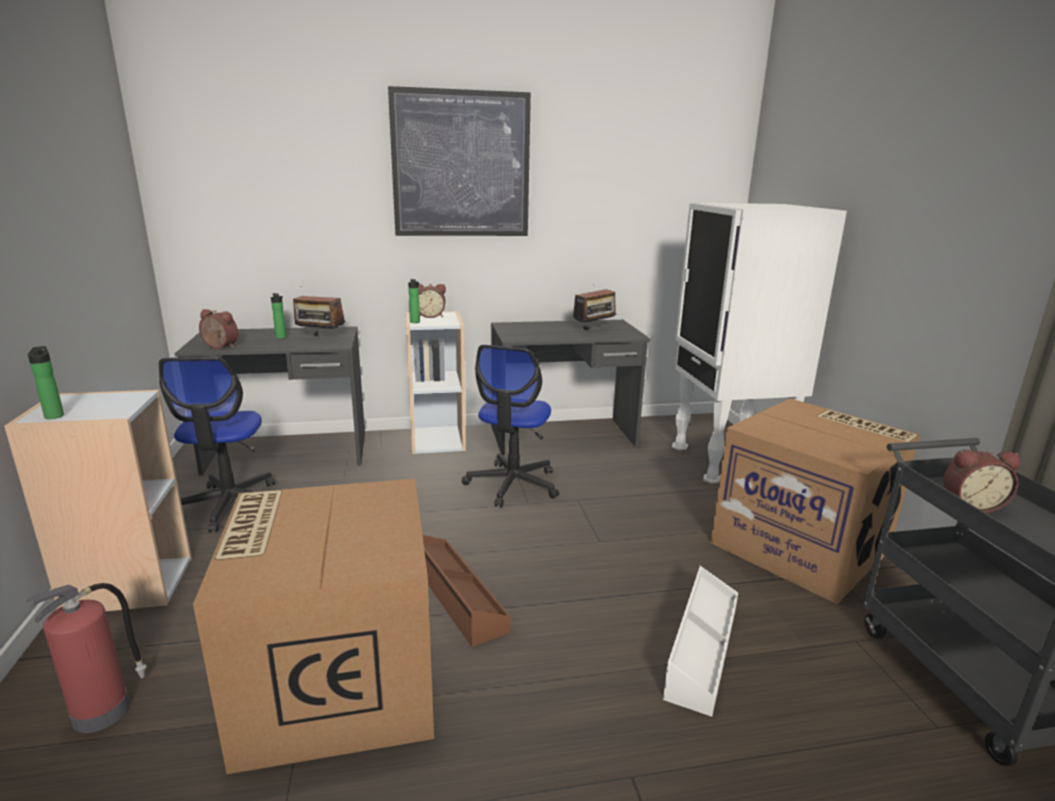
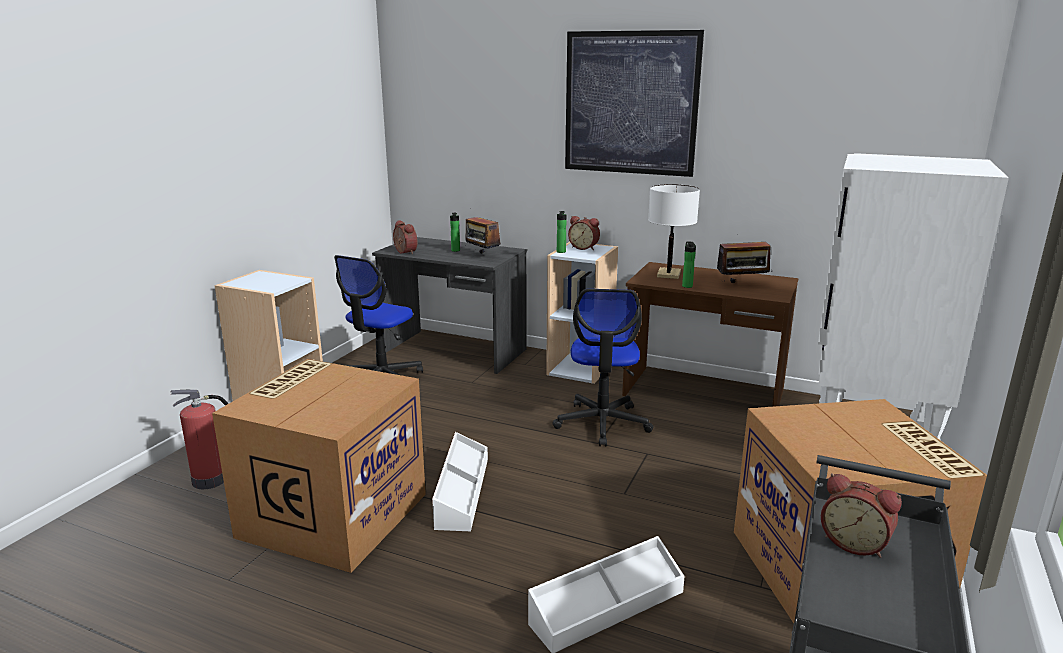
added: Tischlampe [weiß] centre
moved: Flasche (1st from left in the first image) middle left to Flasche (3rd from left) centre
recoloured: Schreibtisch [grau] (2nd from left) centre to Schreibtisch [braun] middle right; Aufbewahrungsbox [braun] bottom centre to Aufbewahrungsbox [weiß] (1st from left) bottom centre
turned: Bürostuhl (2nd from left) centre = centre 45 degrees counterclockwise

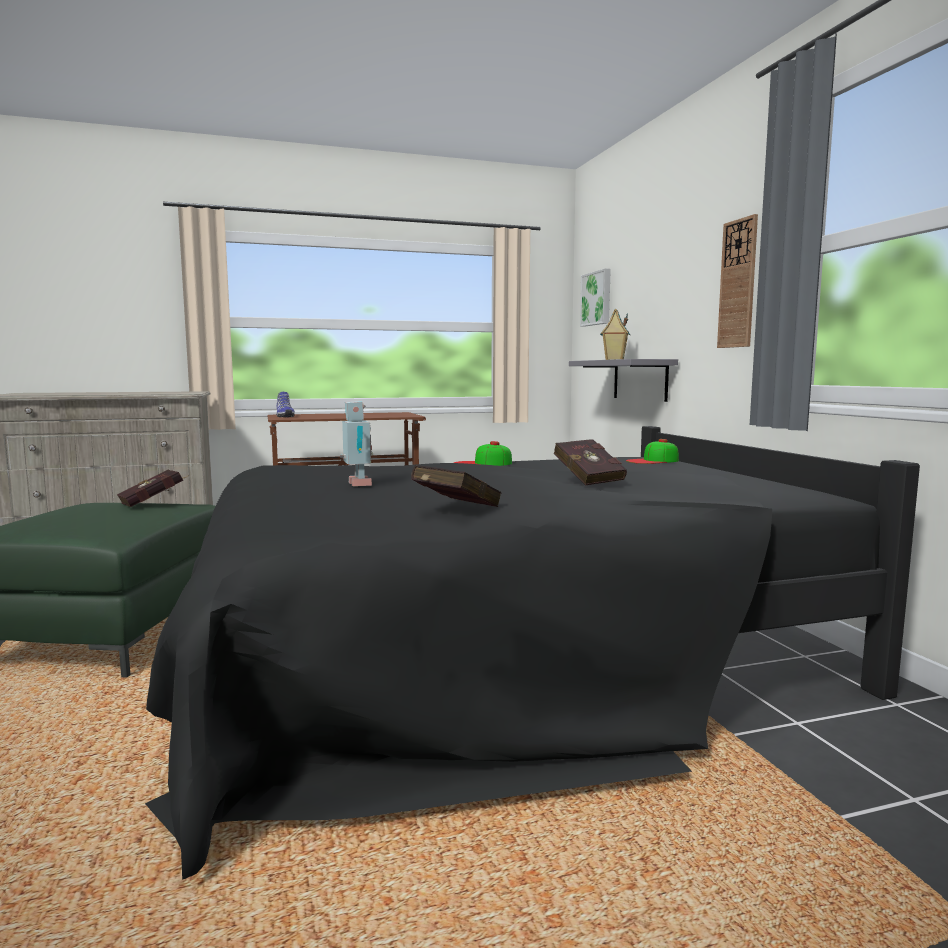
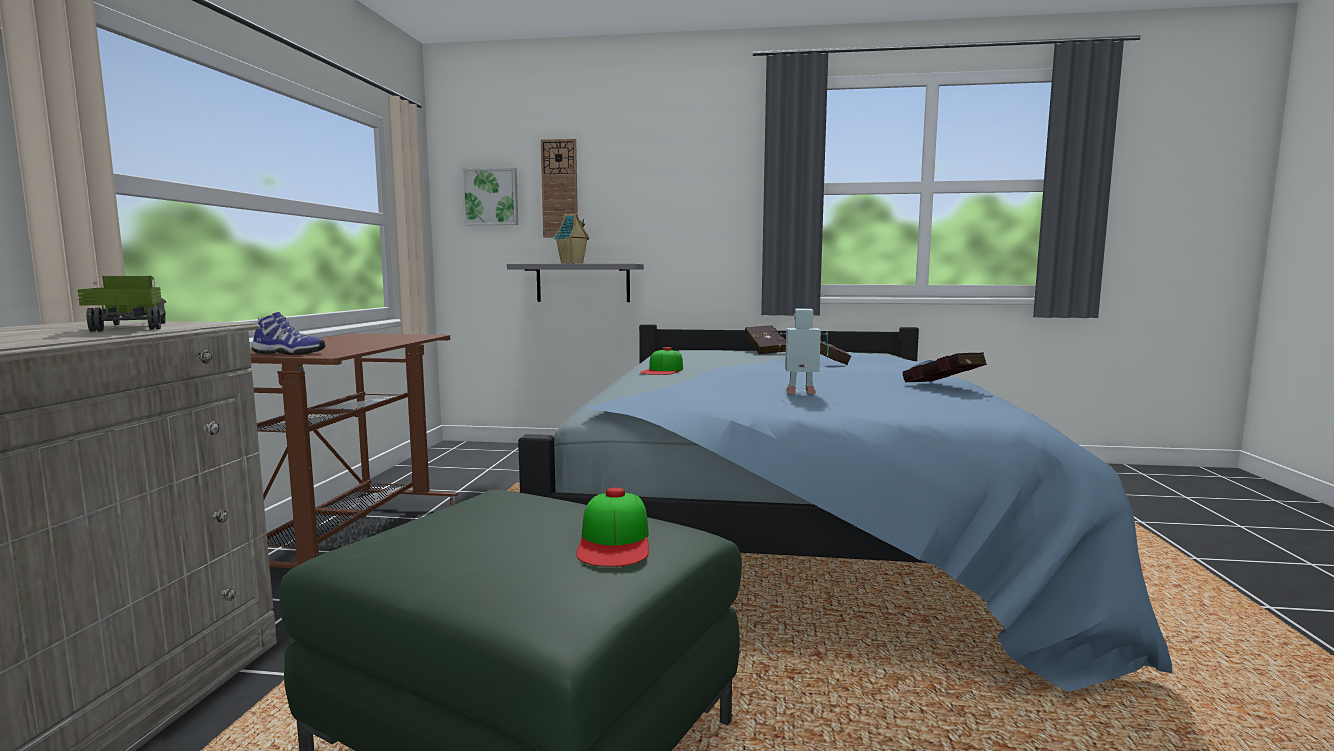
added: Spielzeuglaster middle left
moved: Wanduhr top right to top centre; Kappe (2nd from left in the first image) middle right to Kappe (1st from left) bottom centre; Buch [rot] (1st from left) middle left to centre
recoloured: Bett [schwarz] bottom centre to Bett [blau] bottom centre

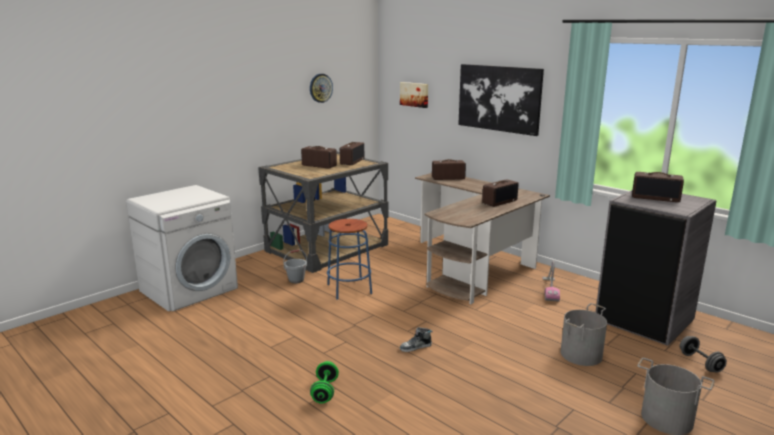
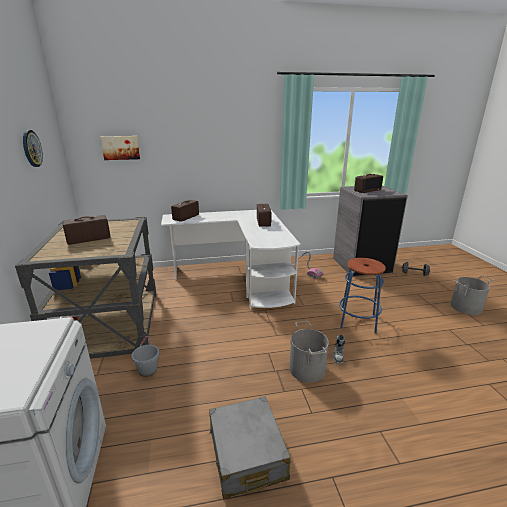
removed: Bild (2nd from left) top centre; Radio (2nd from left) centre; Hantel [grün] bottom centre
added: Koffer [grau] bottom centre
moved: Hocker [blau] centre to middle right; Eimer [grau] (2nd from left) bottom right to bottom centre
recoloured: Schreibtisch [braun] centre to Schreibtisch [weiß] centre

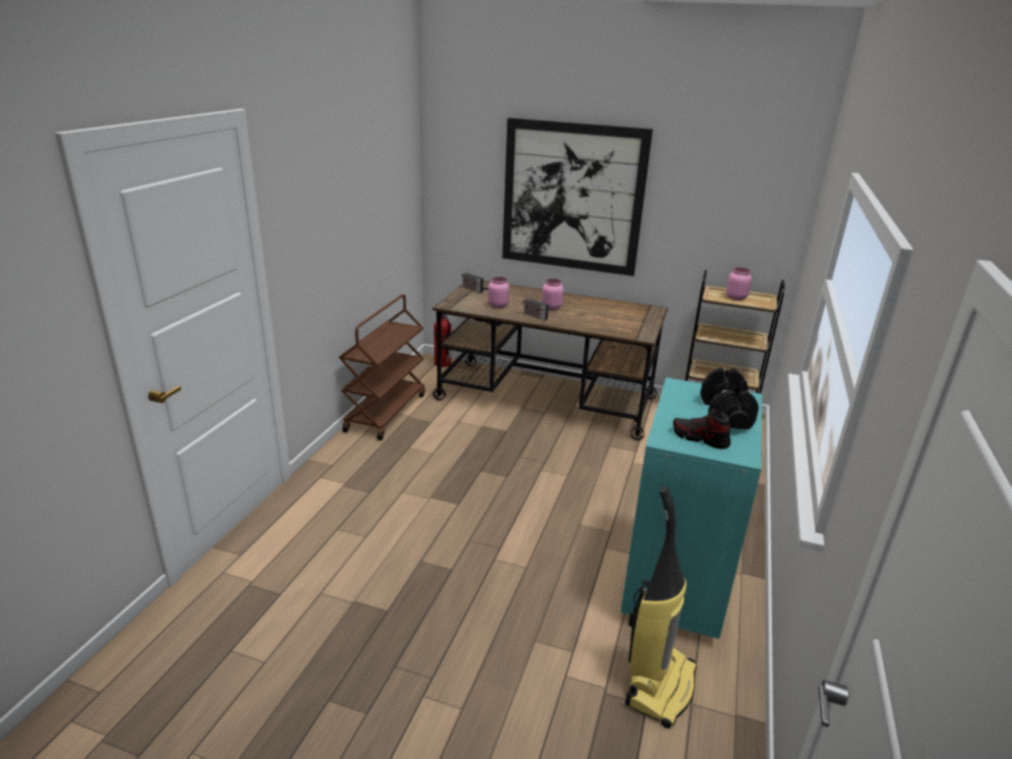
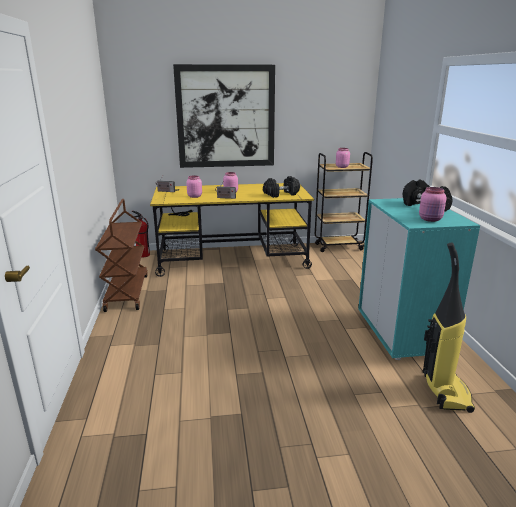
added: Hantel [schwarz] (1st from left) centre
replaced: Schuh middle right to Vorratsglas [rosa] (4th from left) middle right
recoloured: Schreibtisch [braun] centre to Schreibtisch [gelb] centre

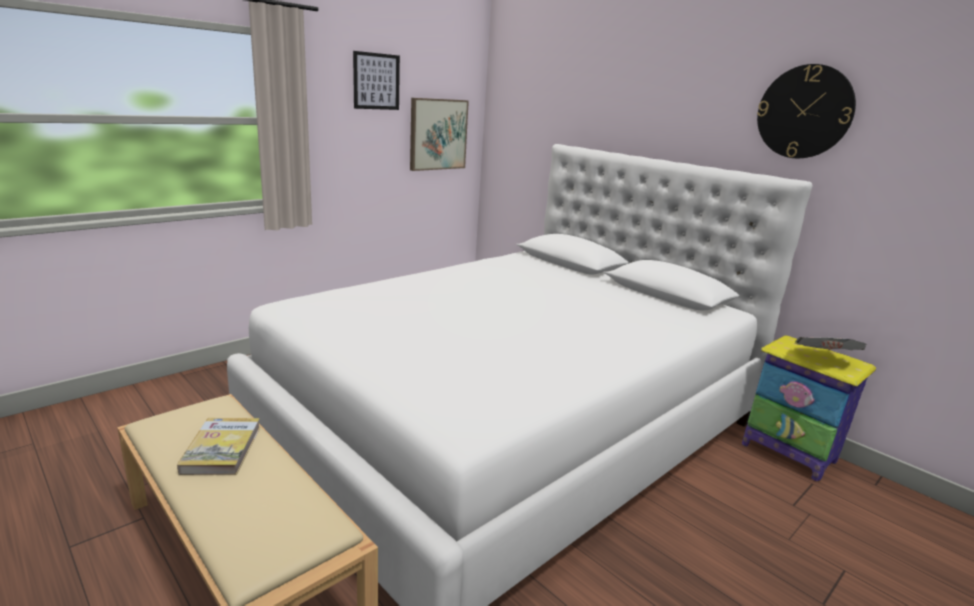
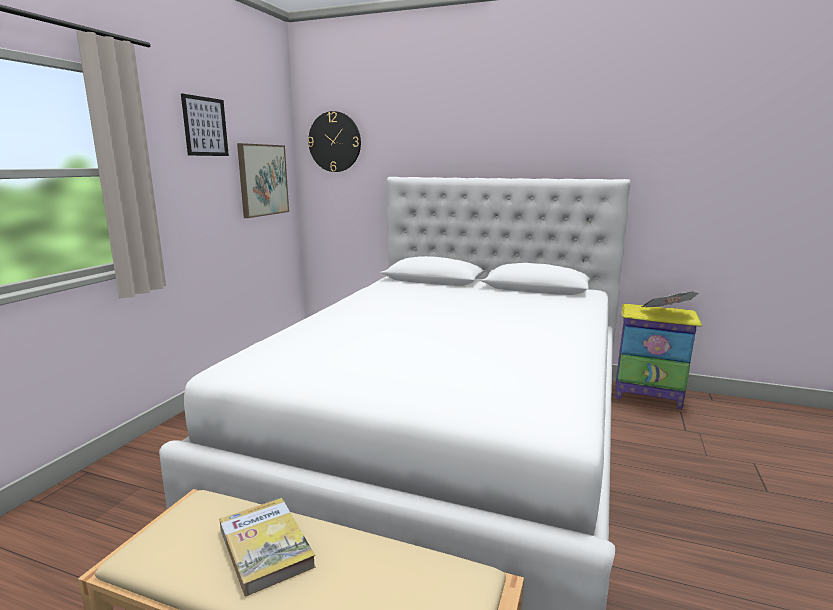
moved: Wanduhr top right to top centre

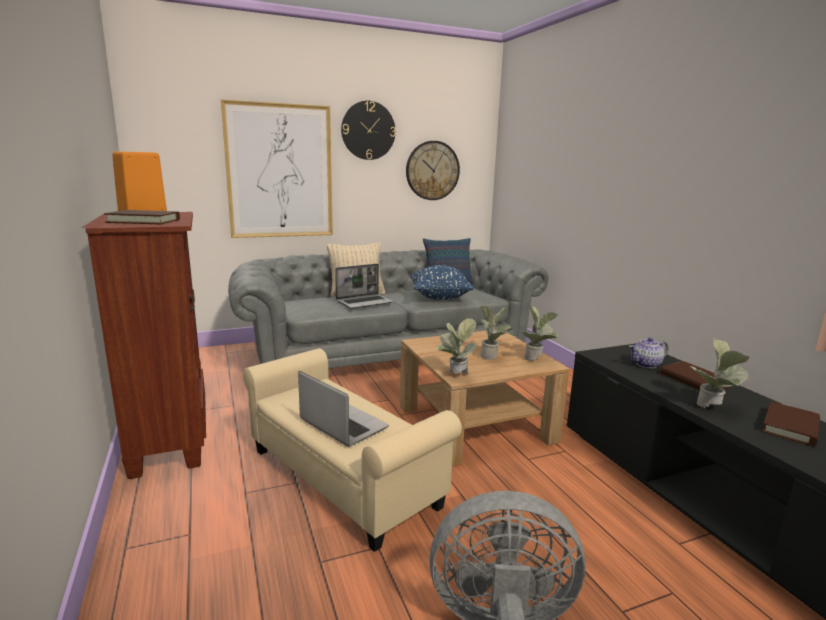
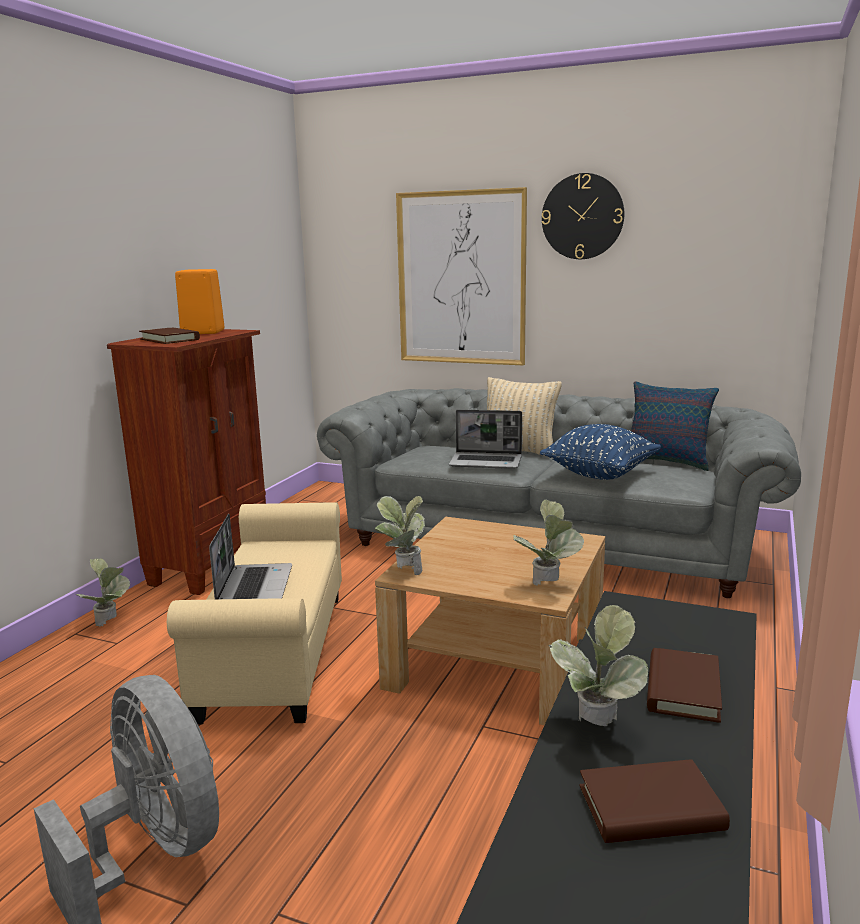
removed: Wanduhr (2nd from left) top centre; Teekanne middle right
moved: Topfpflanze (2nd from left in the first image) centre to Topfpflanze (1st from left) middle left

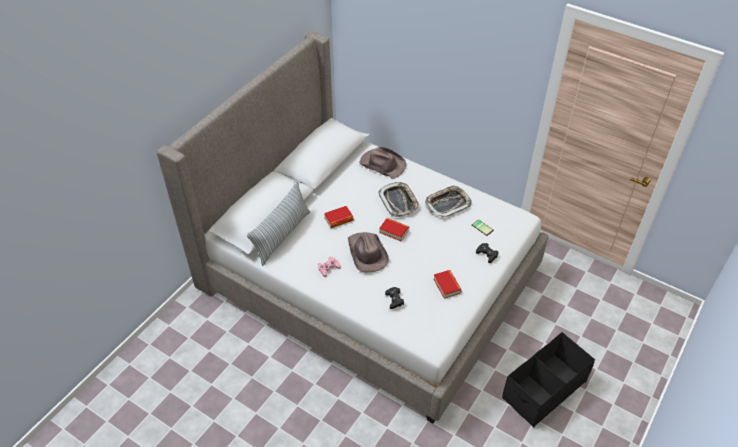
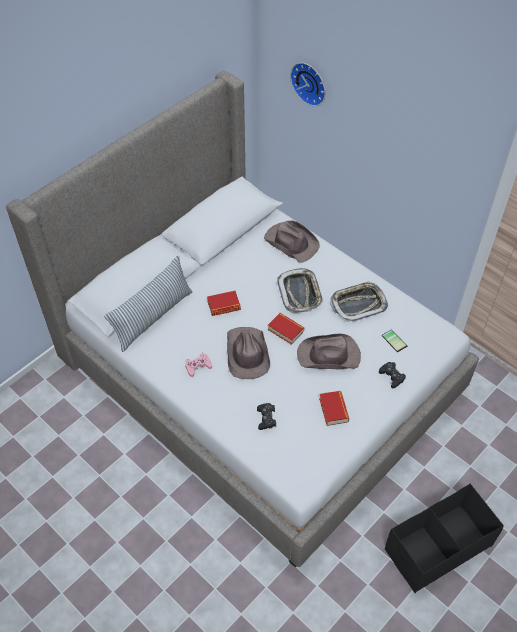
added: Wanduhr top centre; Hut [braun] (3rd from left) centre

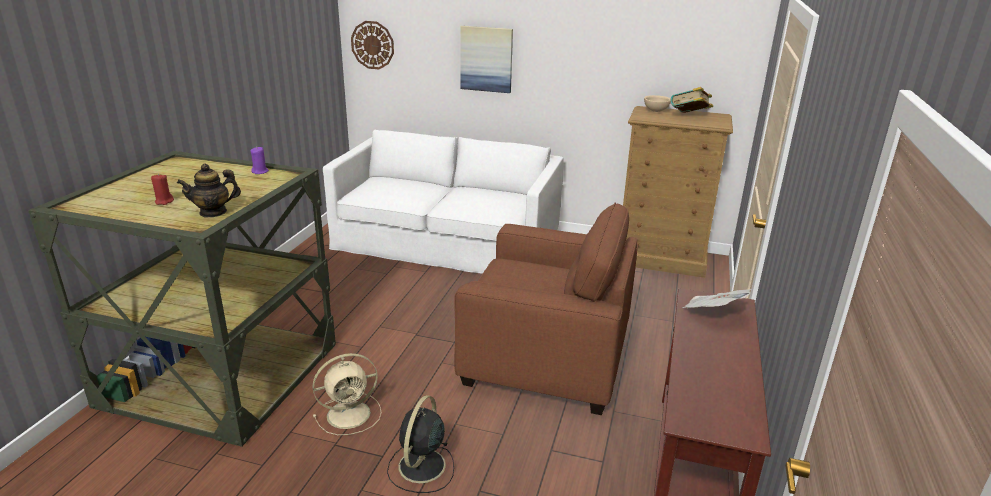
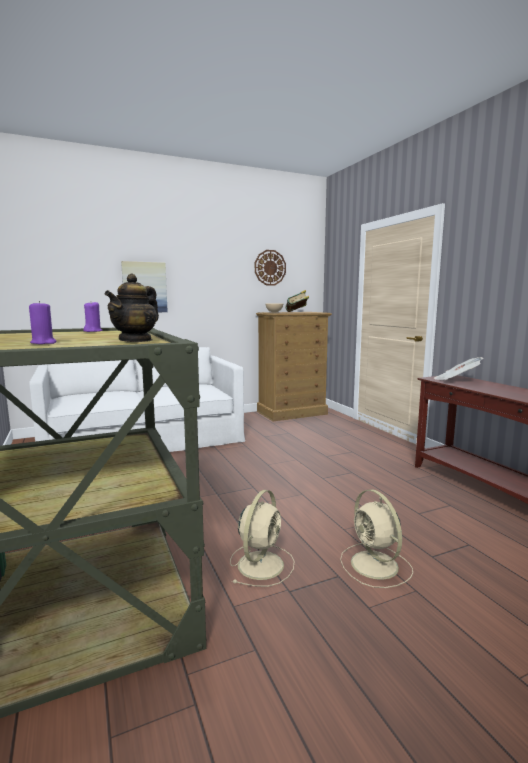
removed: Sessel [braun] centre
moved: Wanduhr top centre to centre
recoloured: Kerze [rot] middle left to Kerze [lila] (1st from left) middle left; Ventilator [schwarz] bottom centre to Ventilator [beige] (2nd from left) bottom right

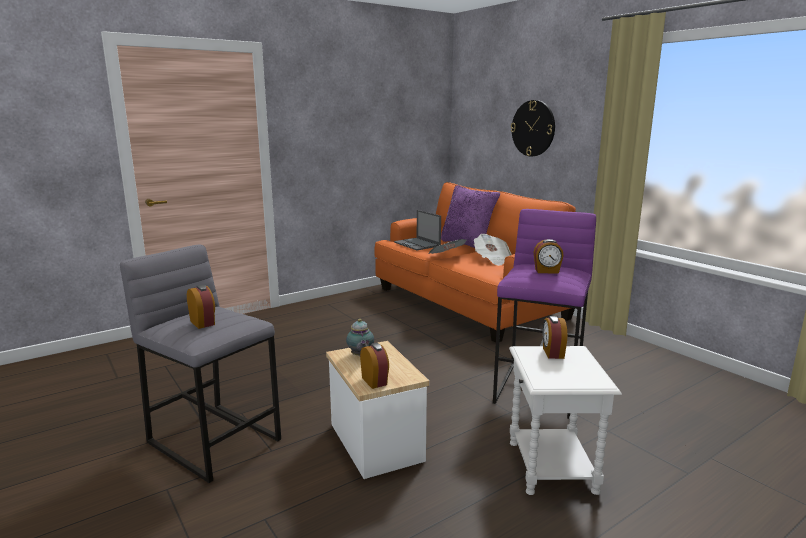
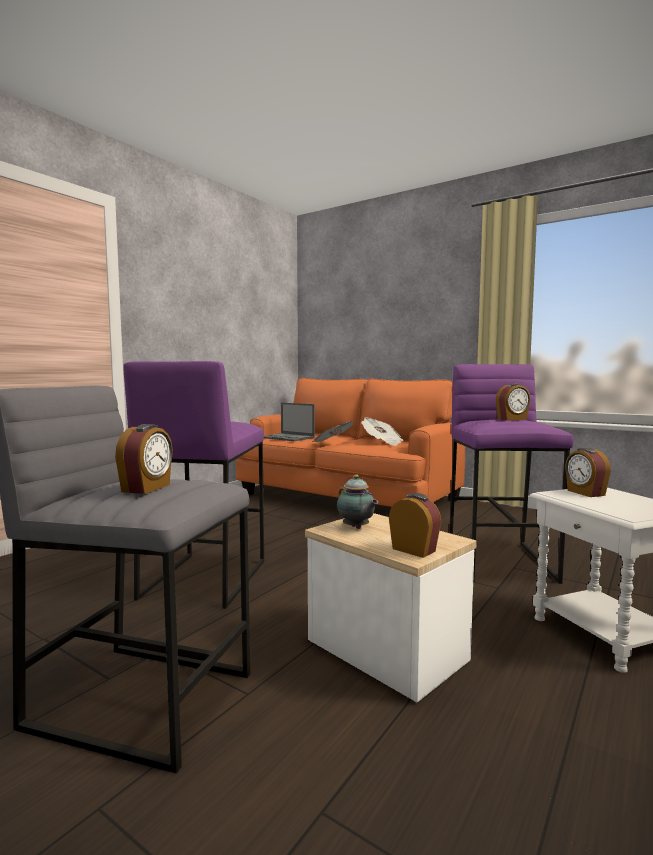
removed: Wanduhr top centre; Kissen [lila] centre
added: Hocker [lila] (1st from left) middle left
turned: Wecker (1st from left) middle left = middle left 75 degrees clockwise

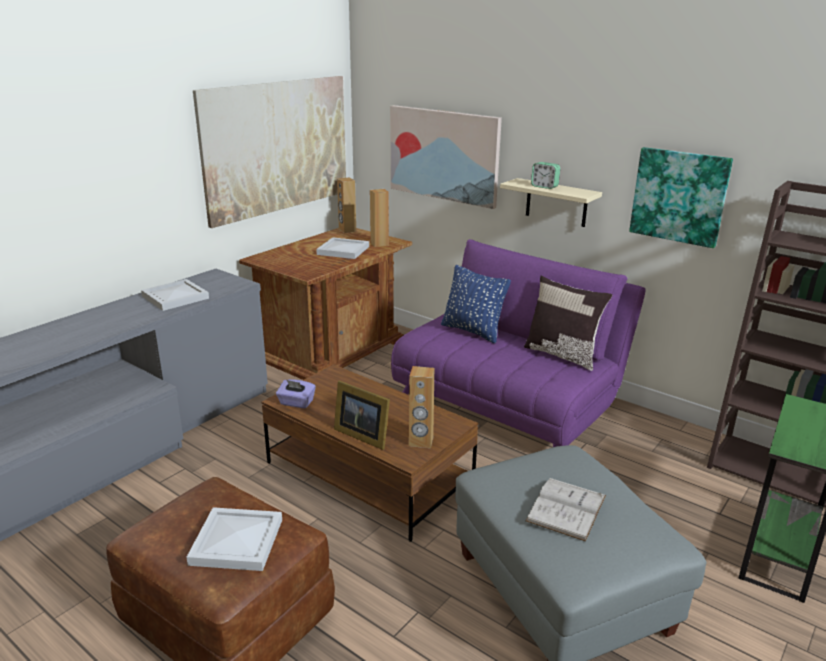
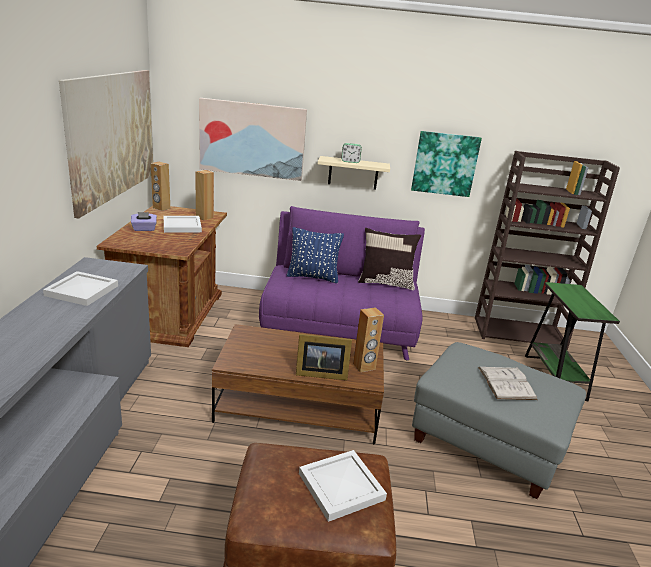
moved: Taschentuchbox [lila] centre to middle left

